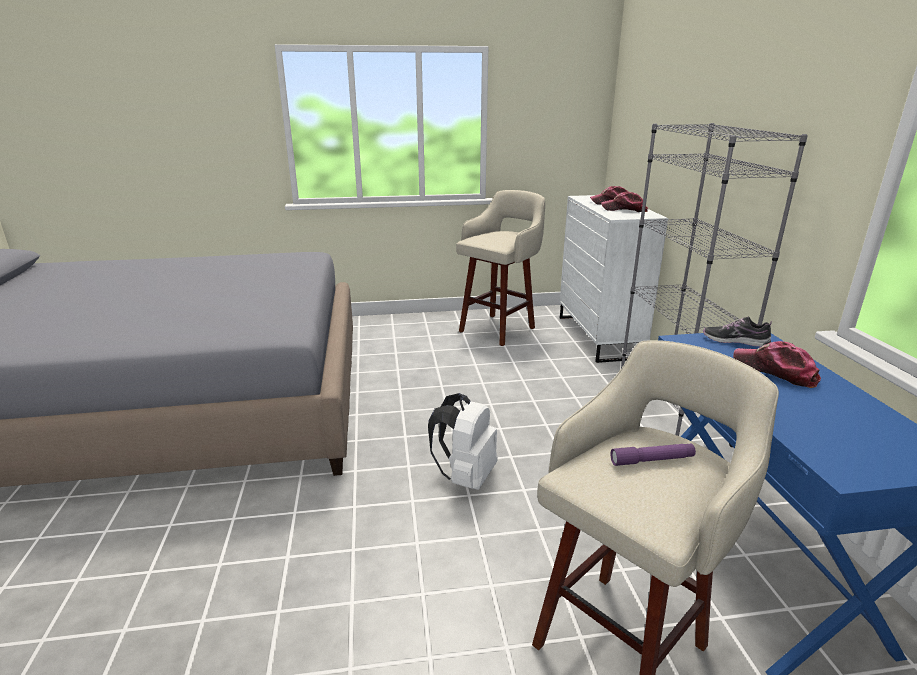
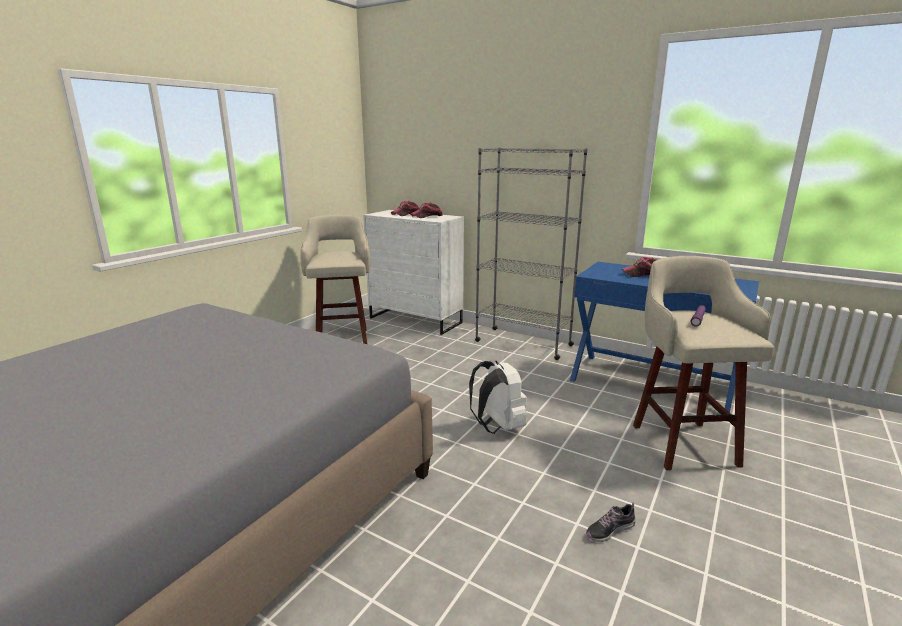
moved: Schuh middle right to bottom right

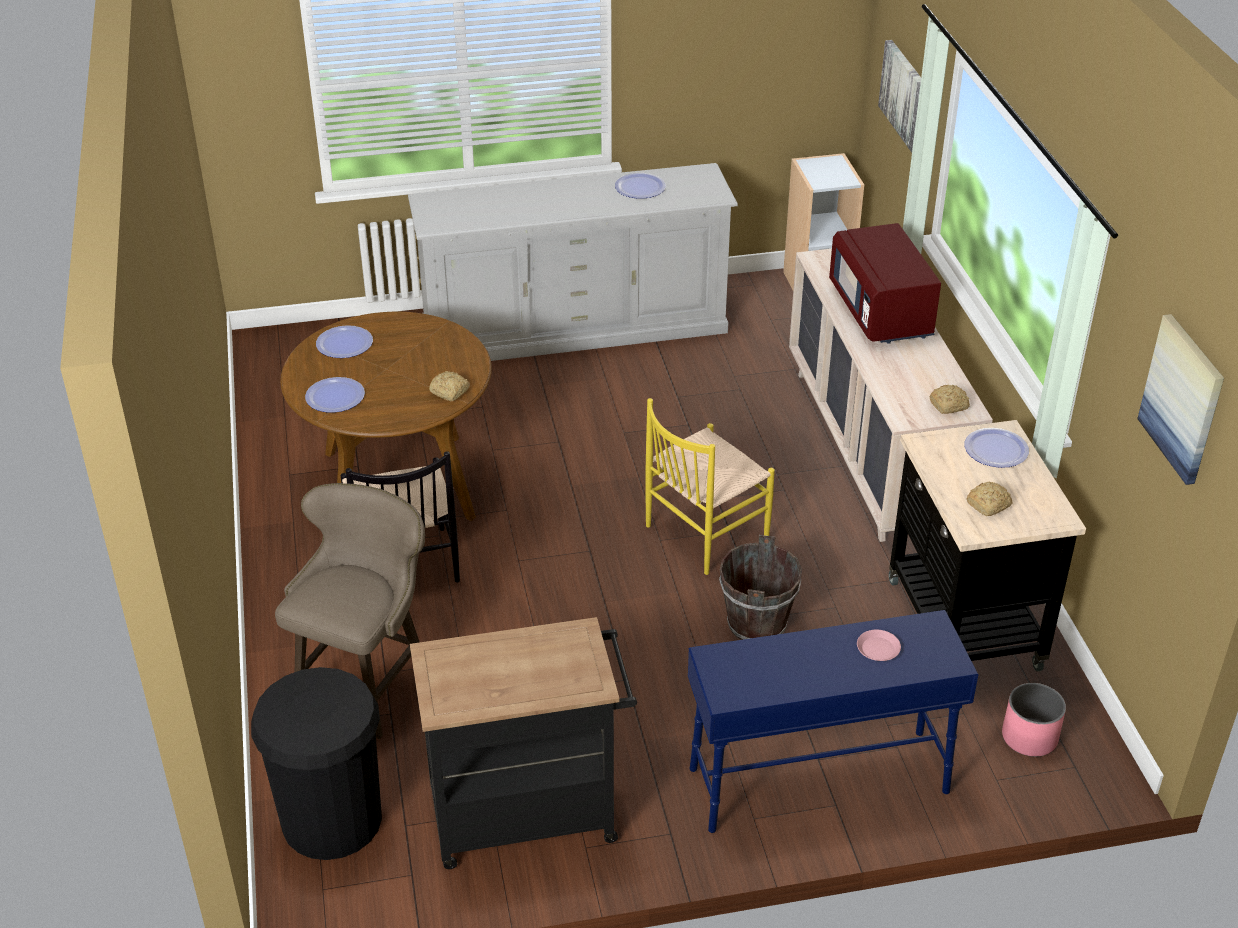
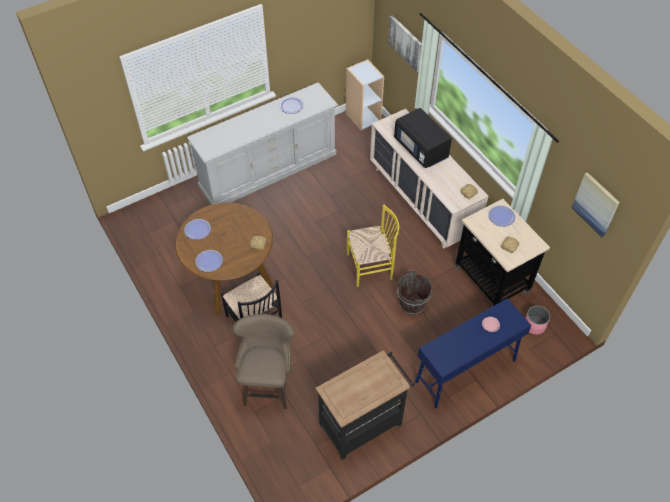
removed: Mülleimer [schwarz] bottom left
recoloured: Mikrowelle [rot] top right to Mikrowelle [schwarz] top centre
turned: Stuhl [gelb] centre = centre 135 degrees counterclockwise

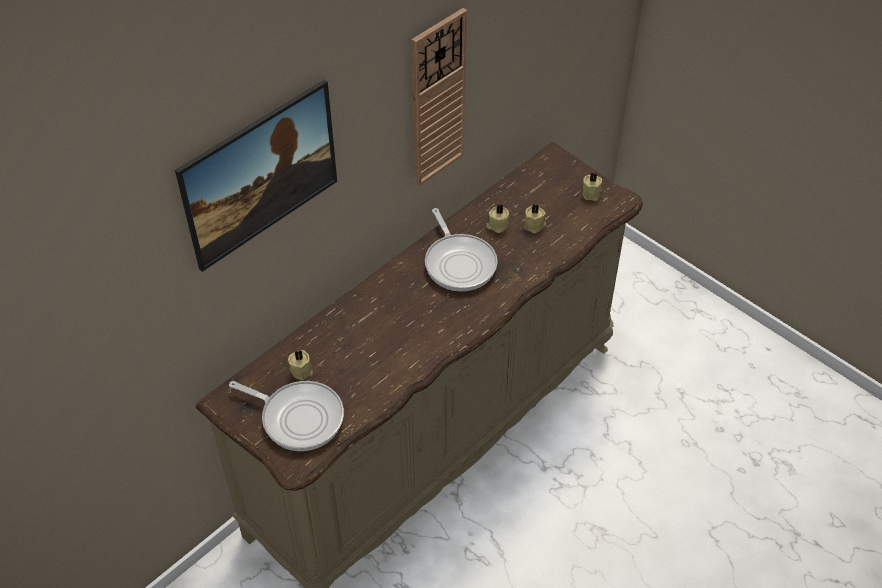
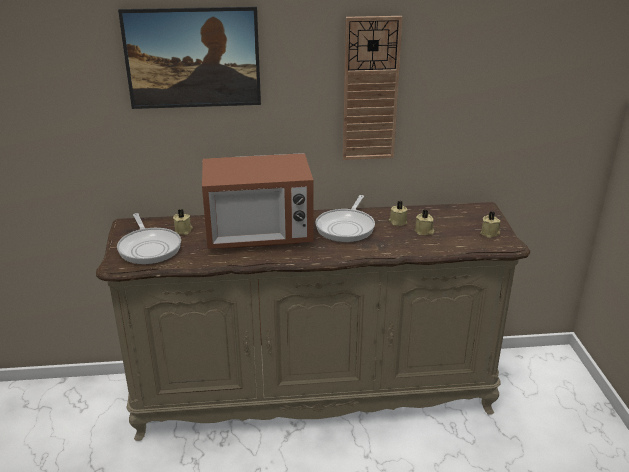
added: Mikrowelle centre

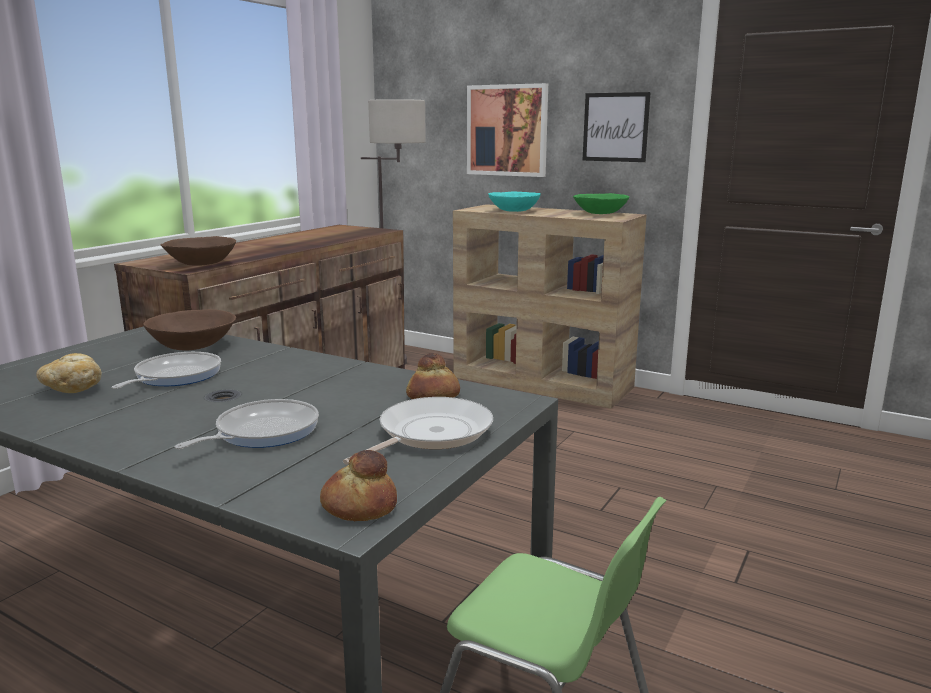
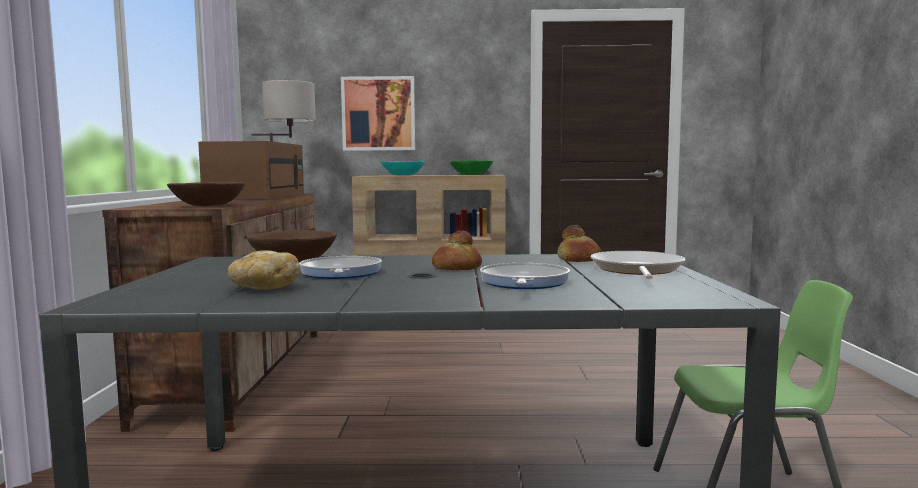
removed: Bild (2nd from left) top centre
added: Mikrowelle [braun] middle left
moved: Brot (2nd from left) bottom centre to centre

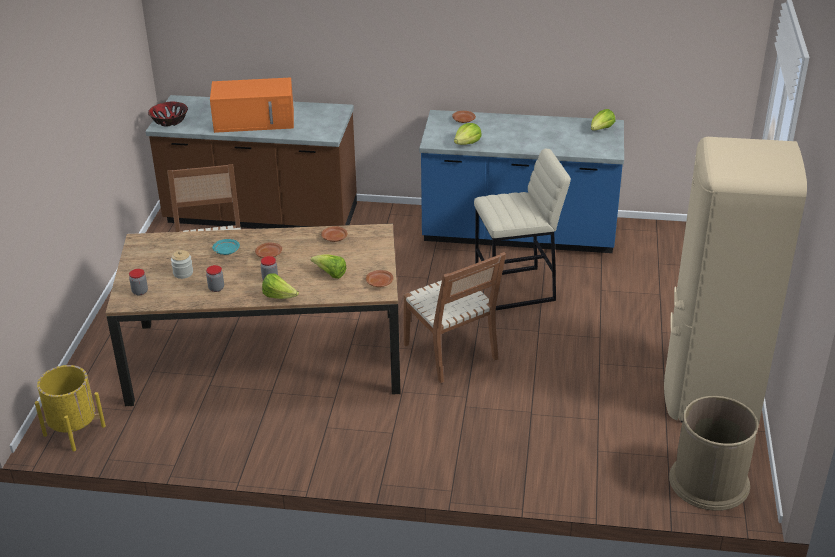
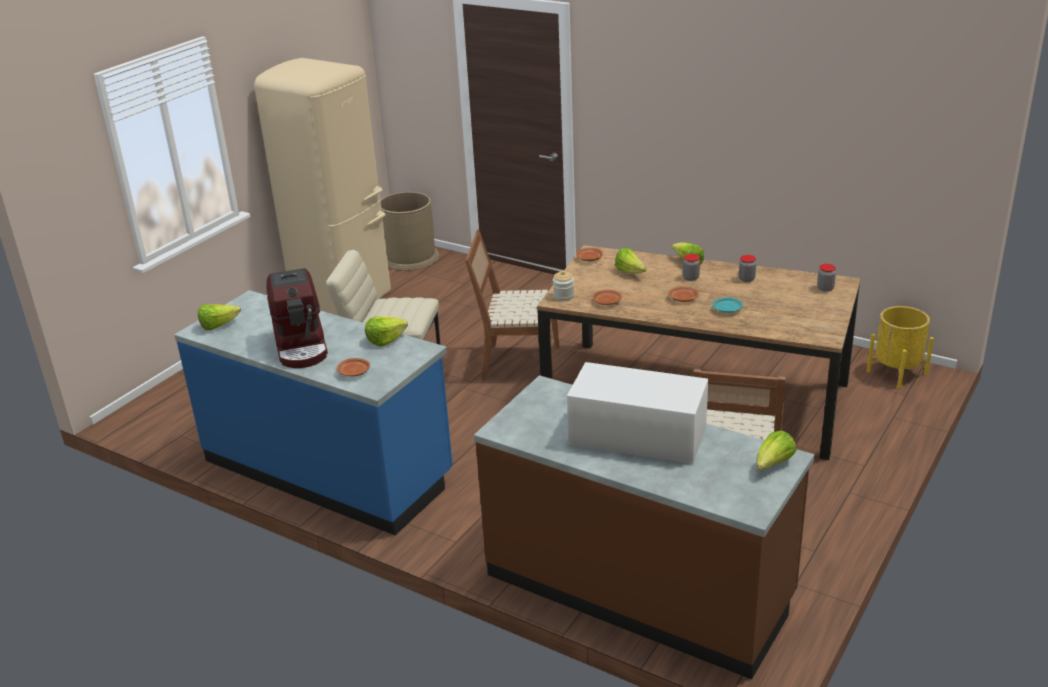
added: Kaffeemaschine middle left
moved: Vorratsglas (2nd from left in the first image) middle left to Vorratsglas (1st from left) centre
replaced: Schüssel top left to Salatkopf (5th from left) middle right
recoloured: Mikrowelle [orange] top left to Mikrowelle [weiß] centre
turned: Stuhl (2nd from left in the first image) centre = centre 75 degrees counterclockwise

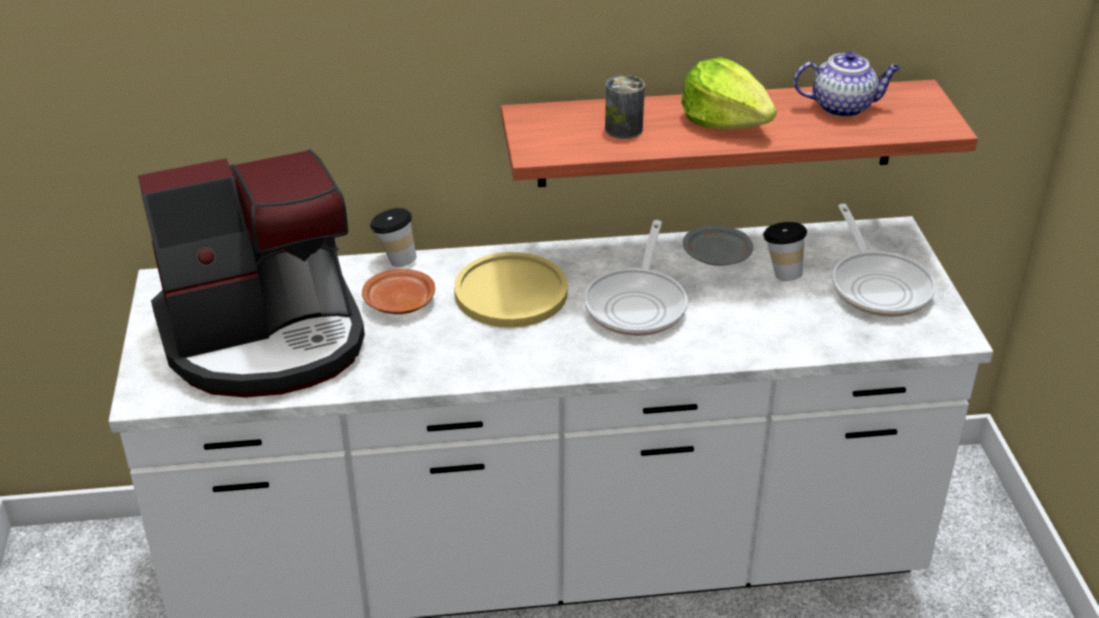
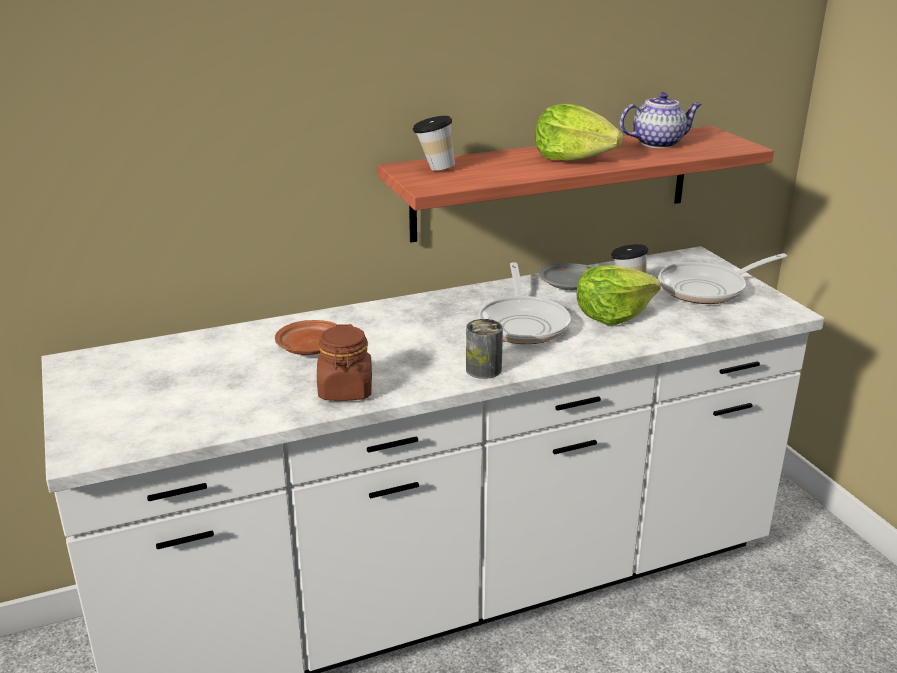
removed: Kaffeemaschine middle left; Teller [gelb] centre
added: Salatkopf (2nd from left) middle right; Vorratsglas [braun] centre
moved: Dose top centre to centre; Tasse (1st from left) centre to top centre
turned: Pfanne (2nd from left) middle right = middle right 90 degrees clockwise

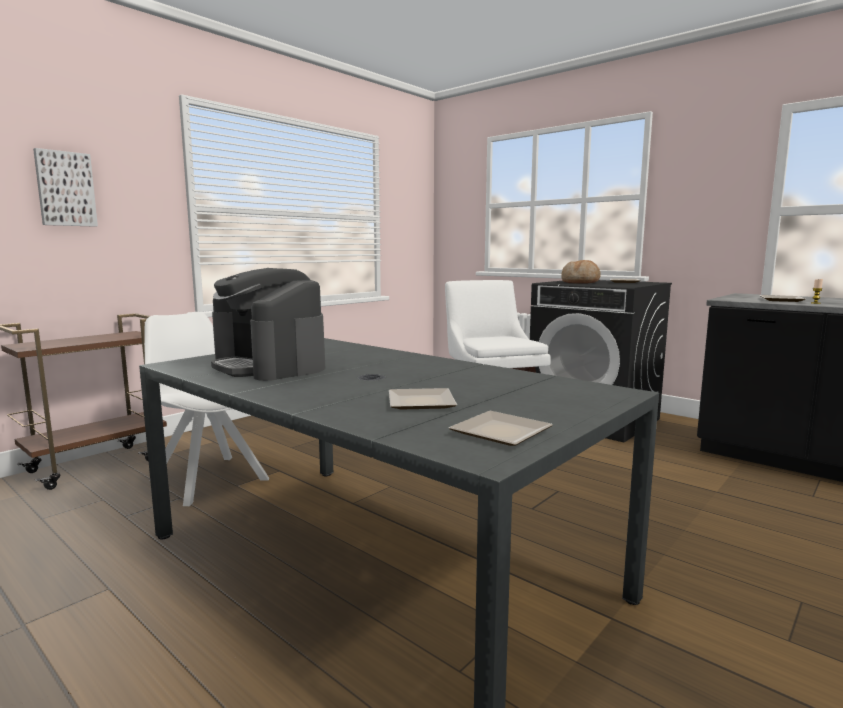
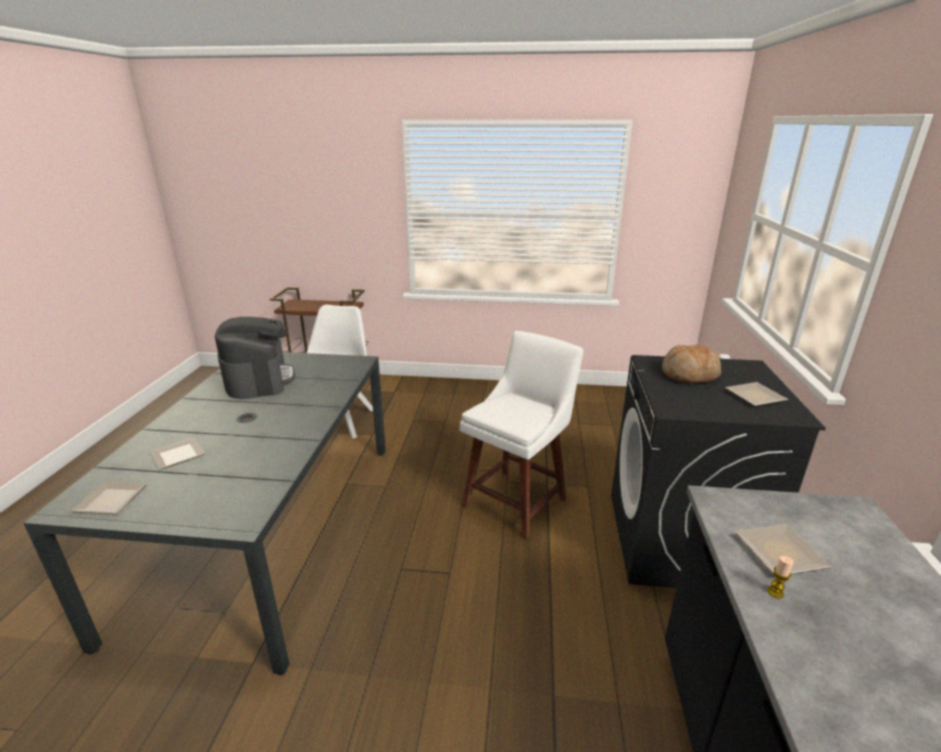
removed: Bild top left
turned: Kaffeemaschine middle left = middle left 150 degrees clockwise

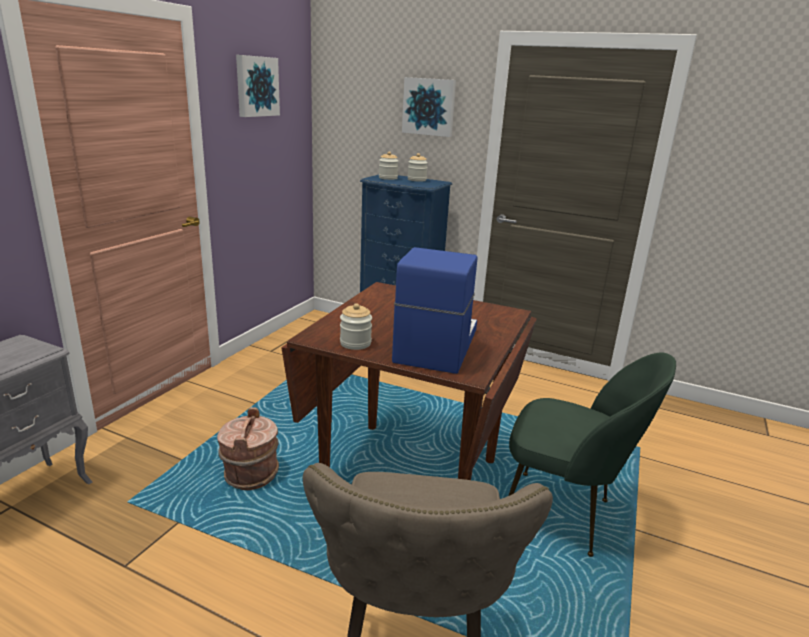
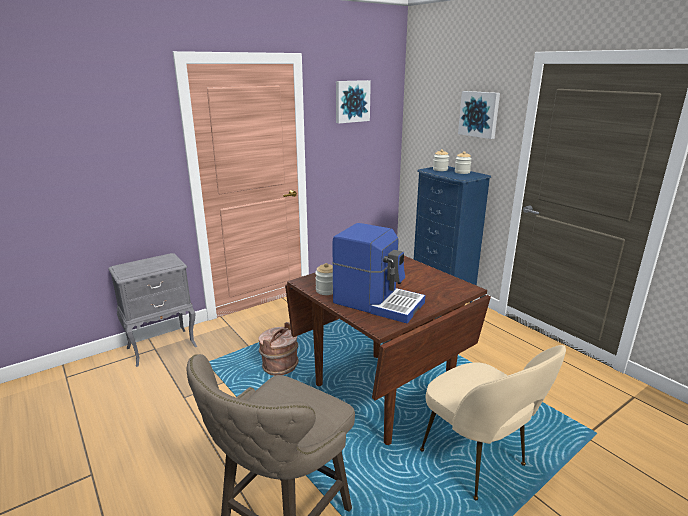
recoloured: Stuhl [grün] bottom right to Stuhl [beige] bottom right
turned: Kaffeemaschine centre = centre 75 degrees clockwise

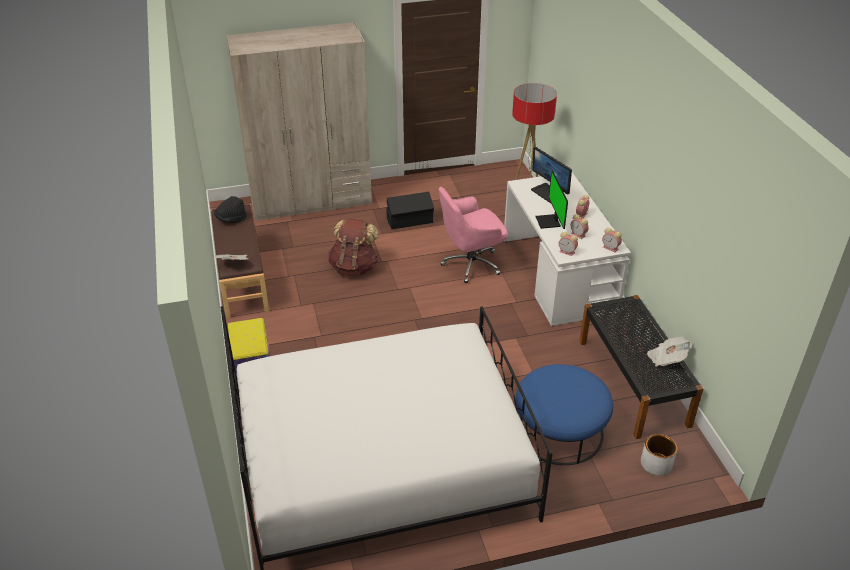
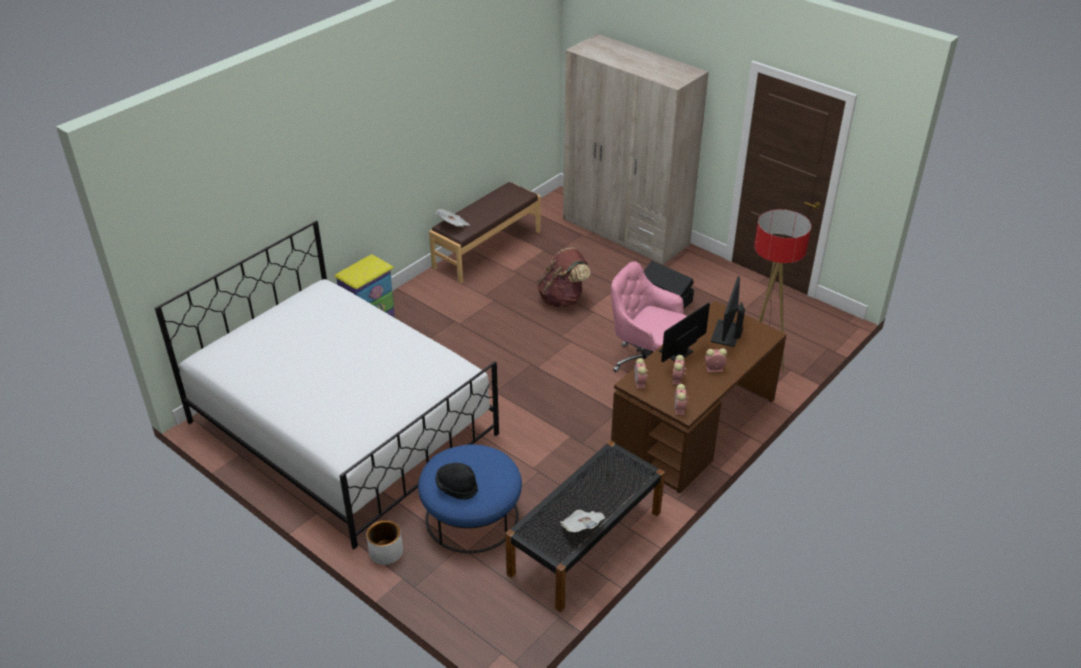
moved: Hut [schwarz] middle left to bottom centre; Pflanzkübel [weiß] bottom right to bottom centre
recoloured: Schreibtisch [weiß] middle right to Schreibtisch [braun] centre

